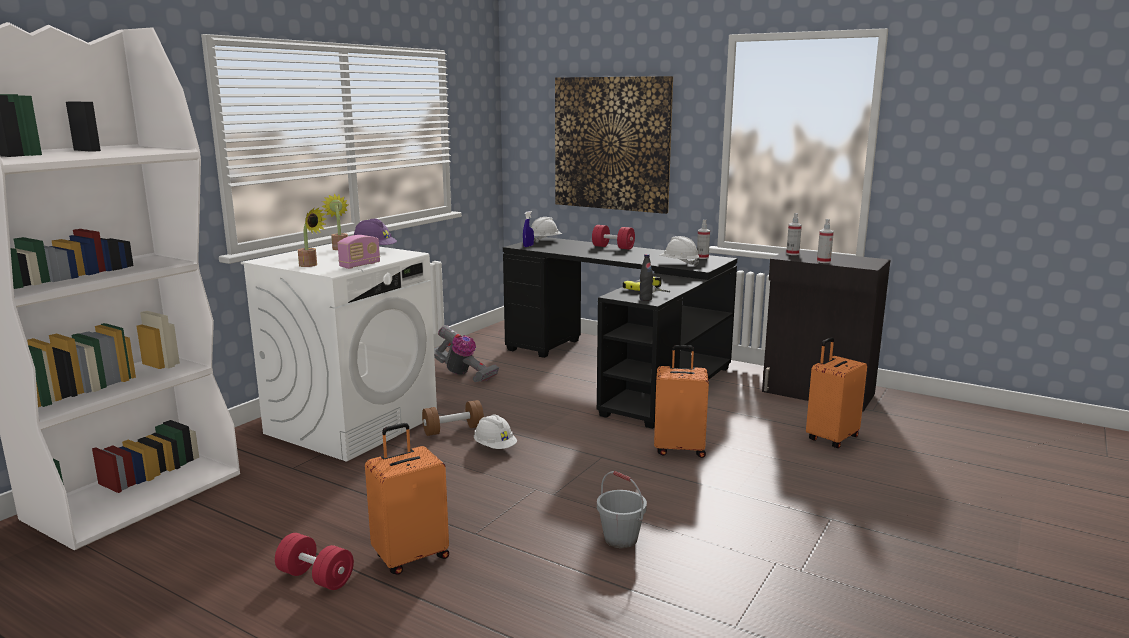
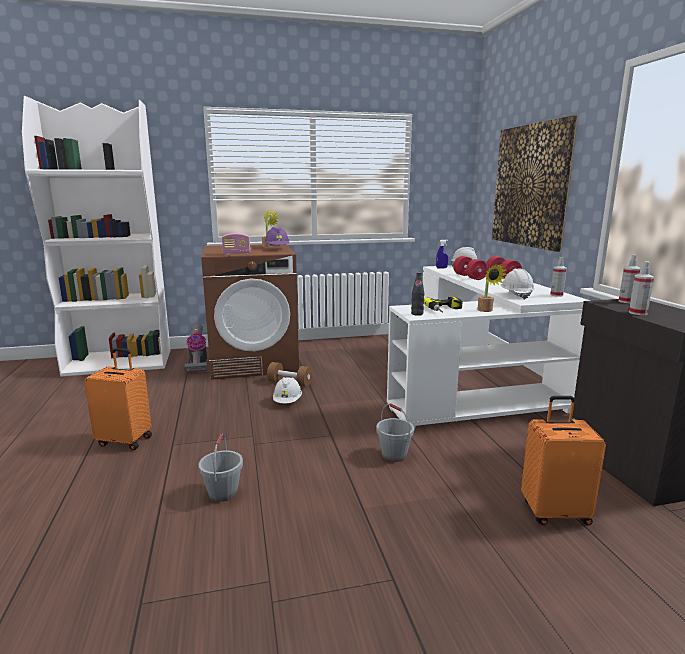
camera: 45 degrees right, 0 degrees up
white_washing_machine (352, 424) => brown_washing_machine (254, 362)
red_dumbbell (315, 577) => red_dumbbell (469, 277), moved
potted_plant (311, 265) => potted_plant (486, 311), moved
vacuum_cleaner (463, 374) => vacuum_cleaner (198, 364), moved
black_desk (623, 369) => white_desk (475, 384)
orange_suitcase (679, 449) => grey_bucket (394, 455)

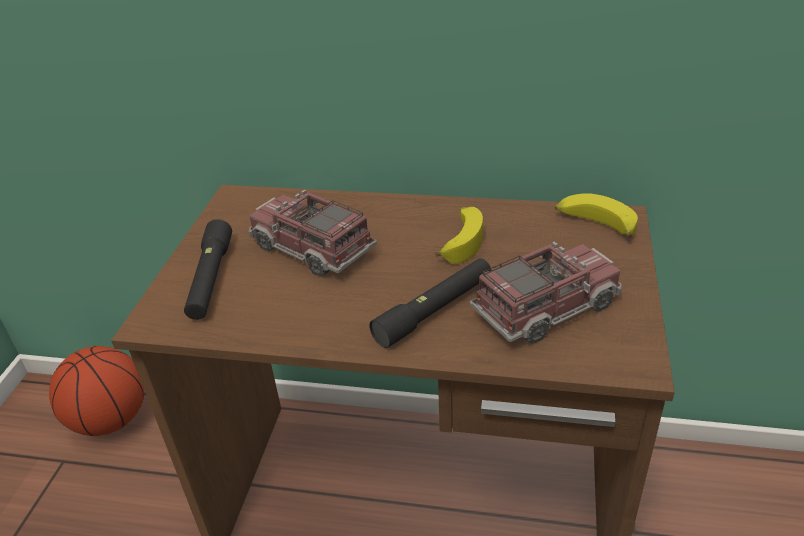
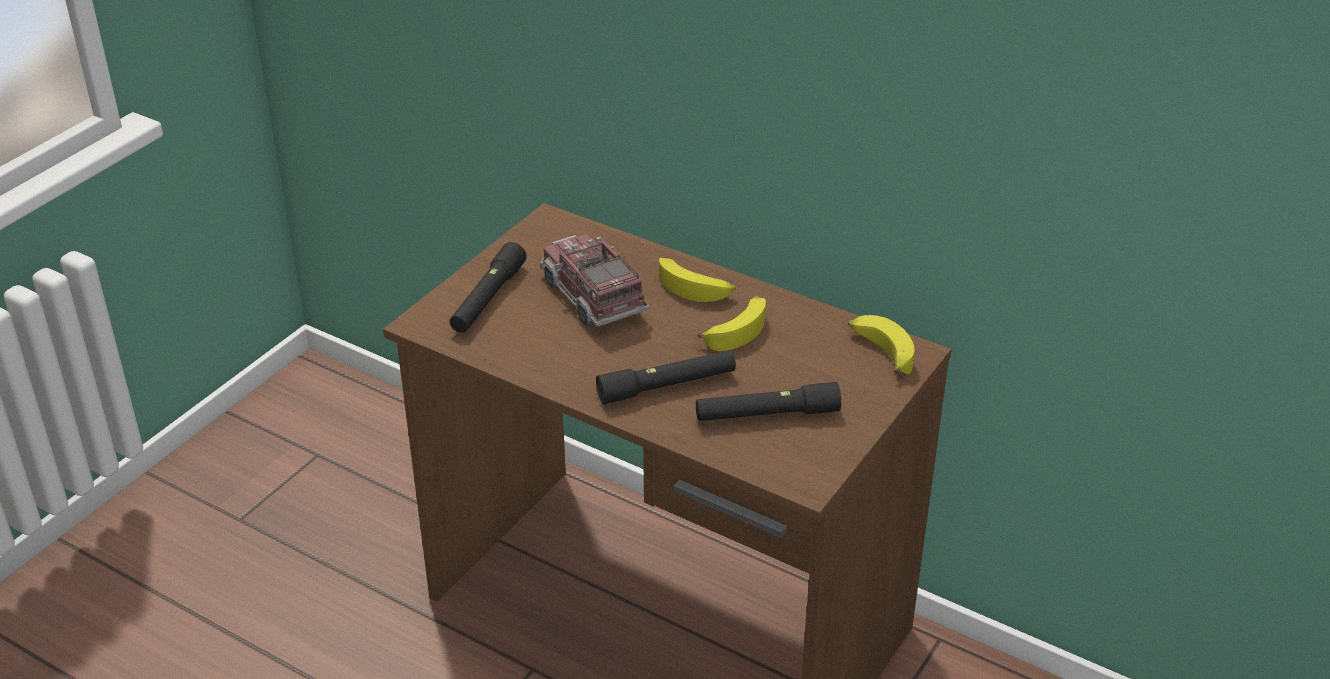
camera: 20 degrees right, 0 degrees up
basketball (110, 420) => nothing
toy_truck (546, 308) => black_flashlight (767, 414)
nothing => banana (695, 288)

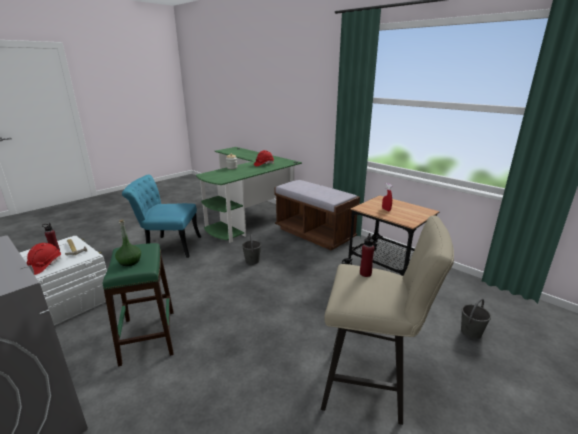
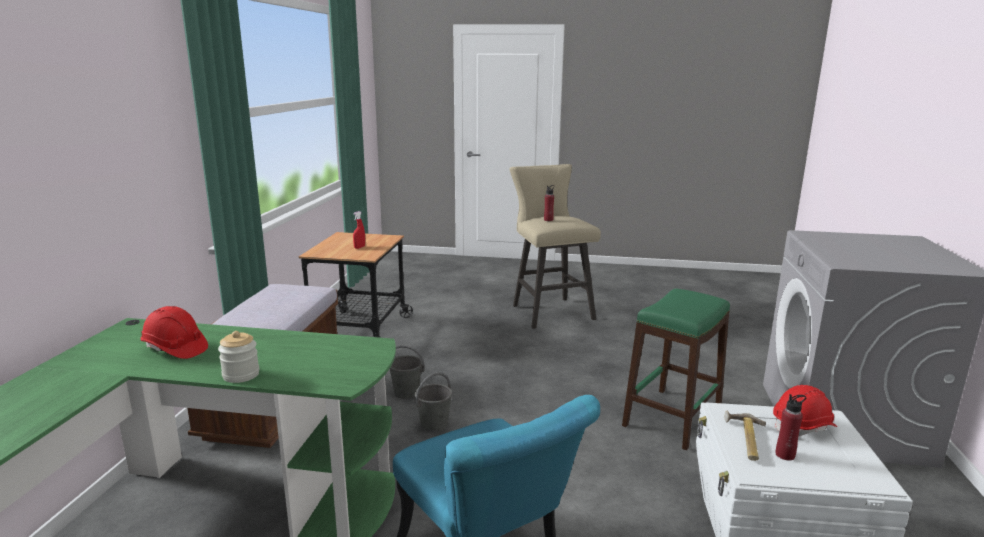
camera: 125 degrees left, 5 degrees down
green_bottle (129, 261) => nothing
grey_bucket (470, 333) => grey_bucket (407, 392), moved

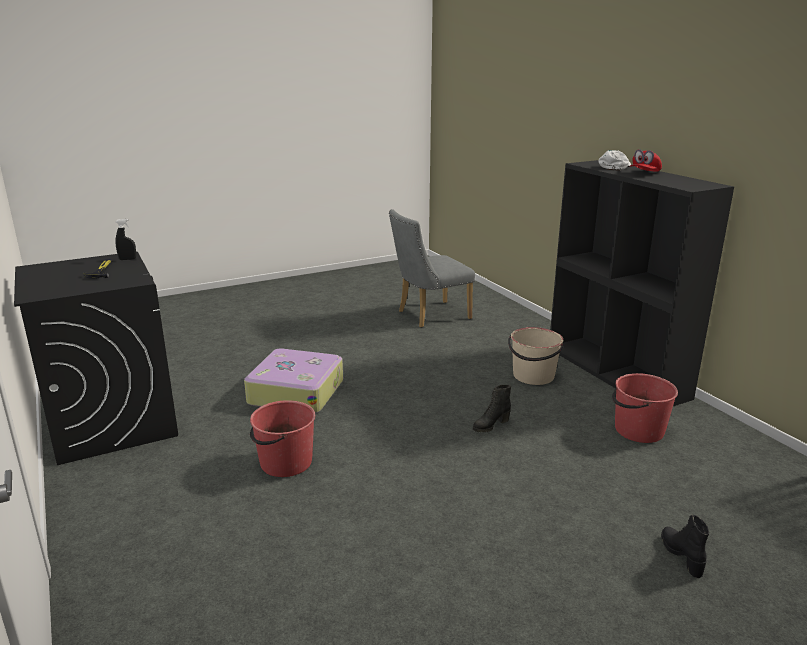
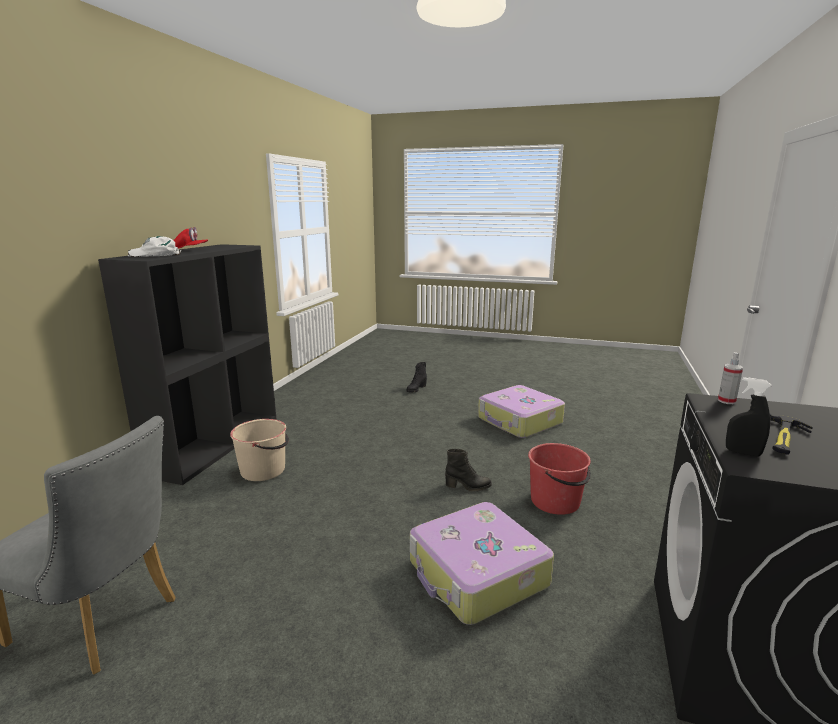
camera: 135 degrees left, 5 degrees down
black_boot (490, 425) => black_boot (468, 486), moved
red_bucket (638, 430) => nothing
nothing => suitcase (519, 421)
nothing => spray_bottle (726, 401)

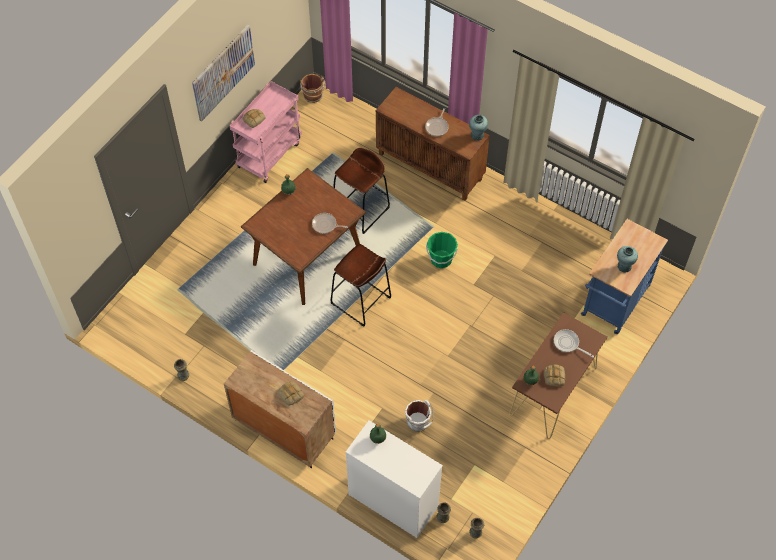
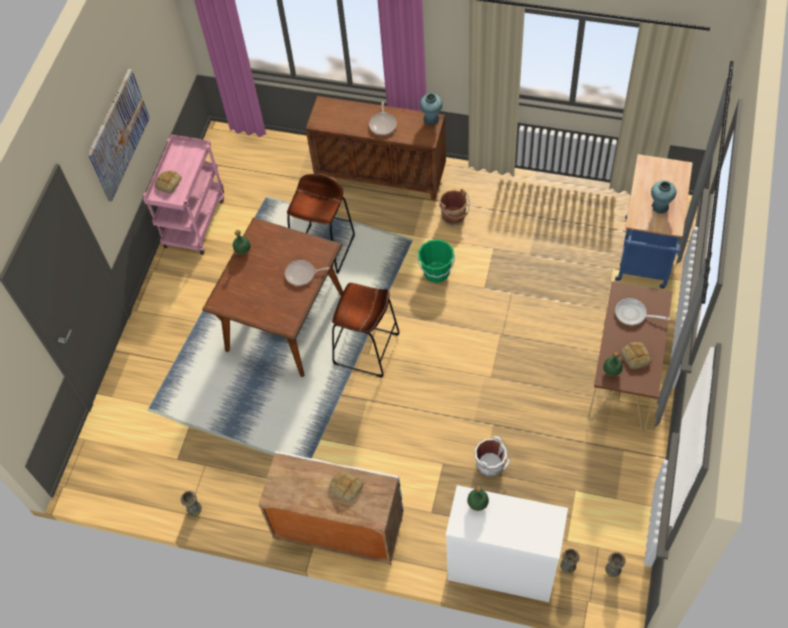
camera: 15 degrees left, 0 degrees up
brown_bucket (313, 96) => brown_bucket (454, 217), moved

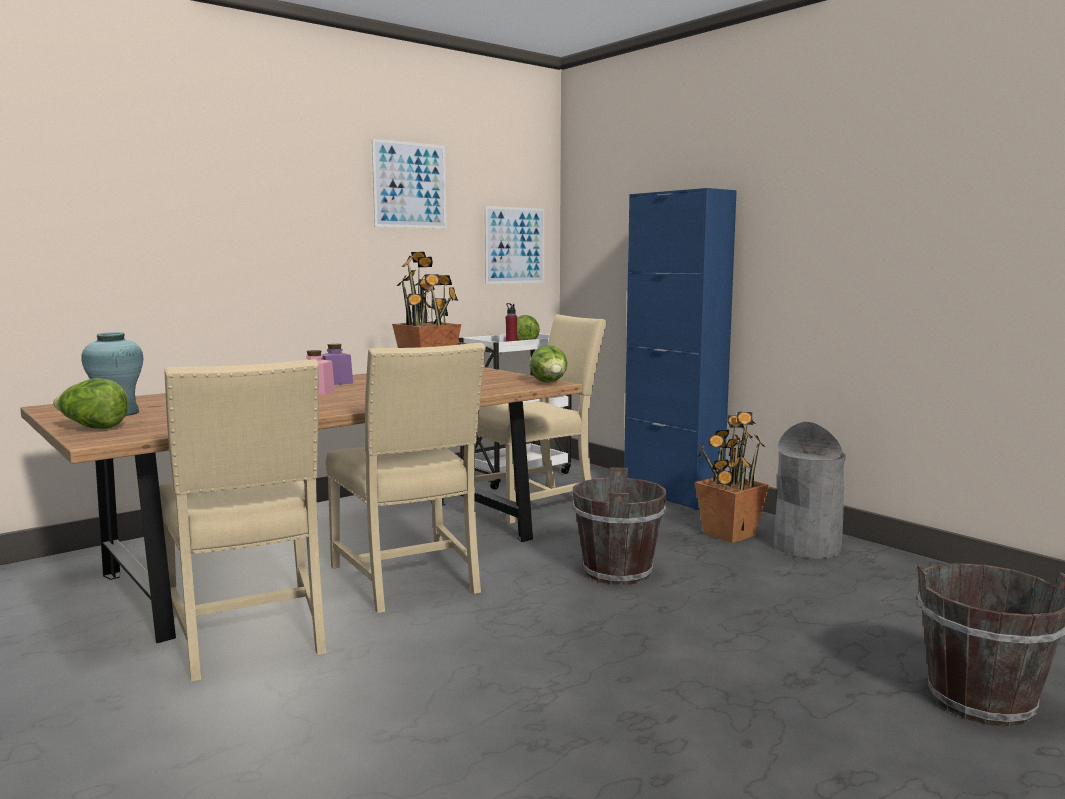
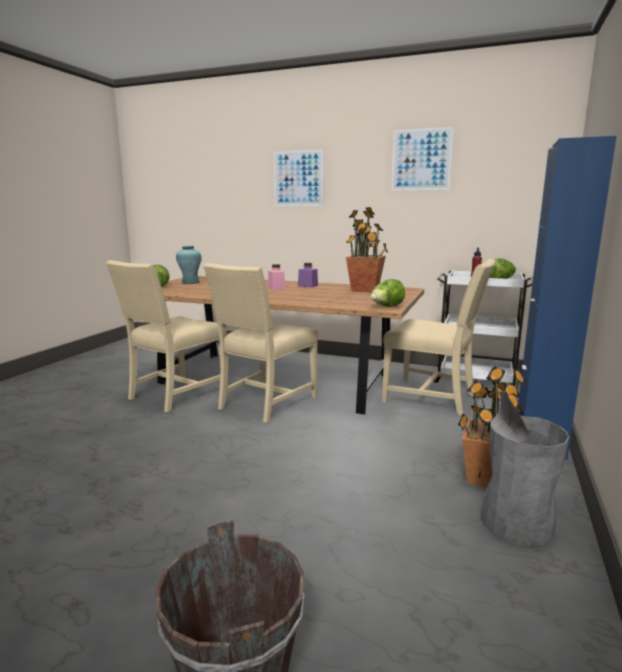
camera: 60 degrees right, 5 degrees up
picture (515, 245) => picture (298, 178), moved
brown_bucket (618, 572) => nothing

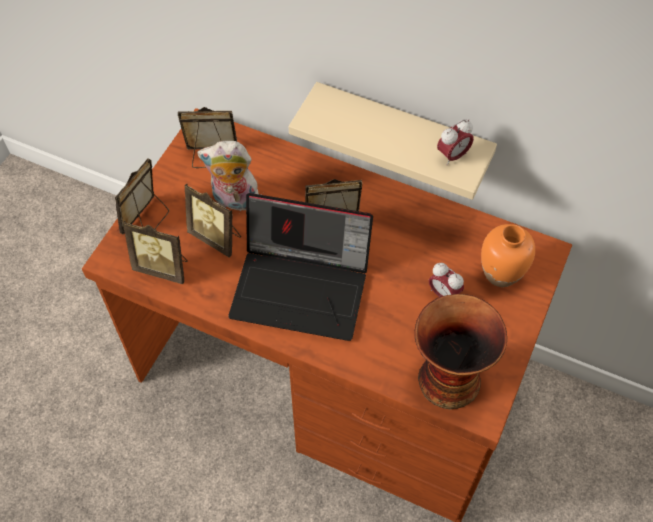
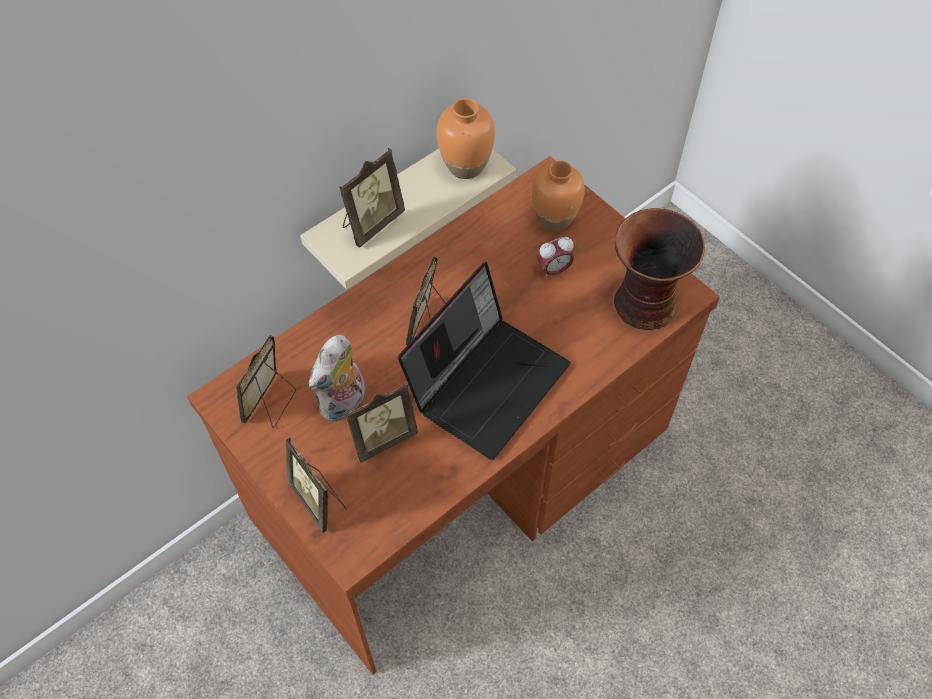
camera: 65 degrees left, 0 degrees up
picture_frame (163, 267) => picture_frame (371, 223), moved
alarm_clock (452, 156) => orange_vase (465, 166)

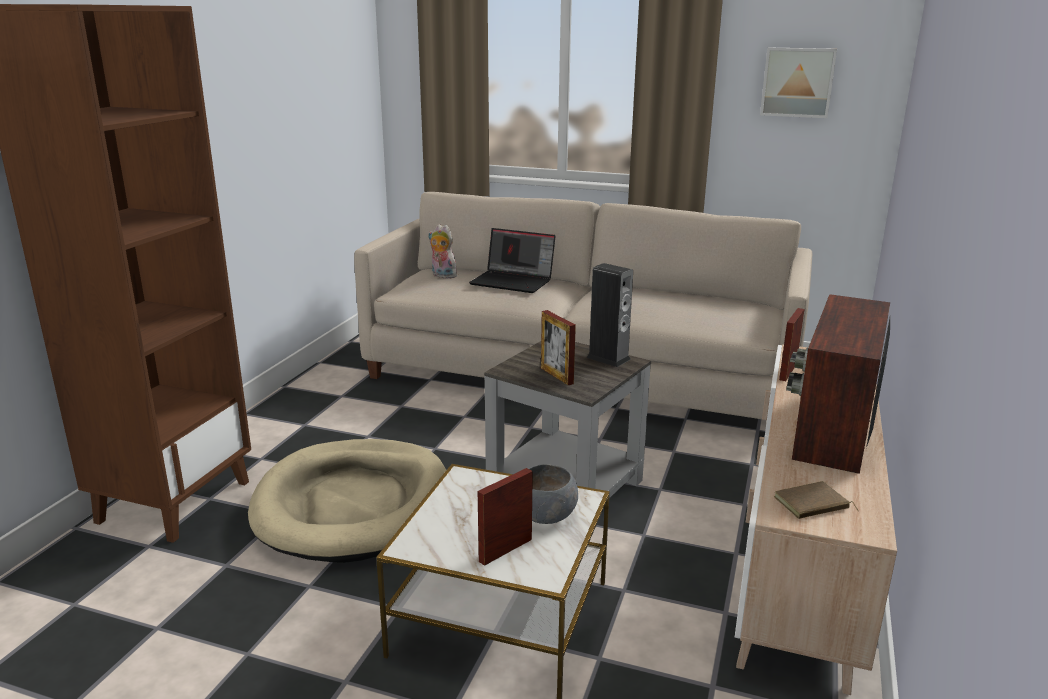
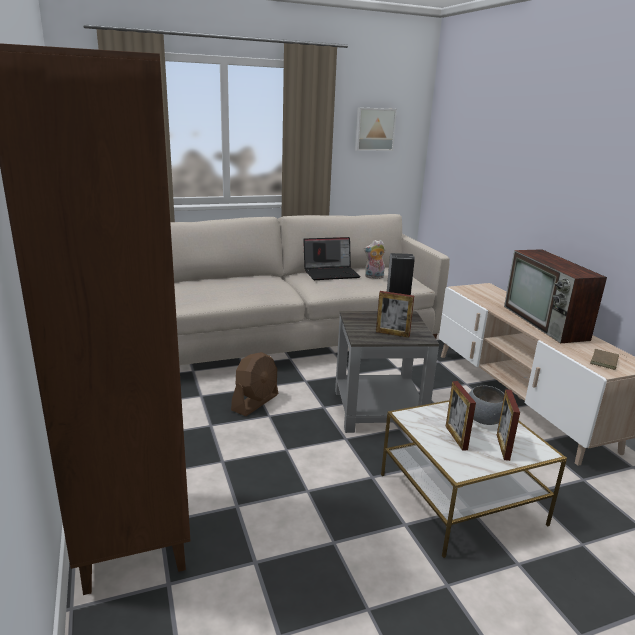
camera: 40 degrees left, 0 degrees up
beige_dog_bed (354, 505) => nothing
plush_toy (442, 276) => plush_toy (374, 277), moved
laptop (513, 281) => laptop (331, 273), moved
picture_frame (788, 372) => picture_frame (456, 437), moved
nothing => brown_fan (255, 402)

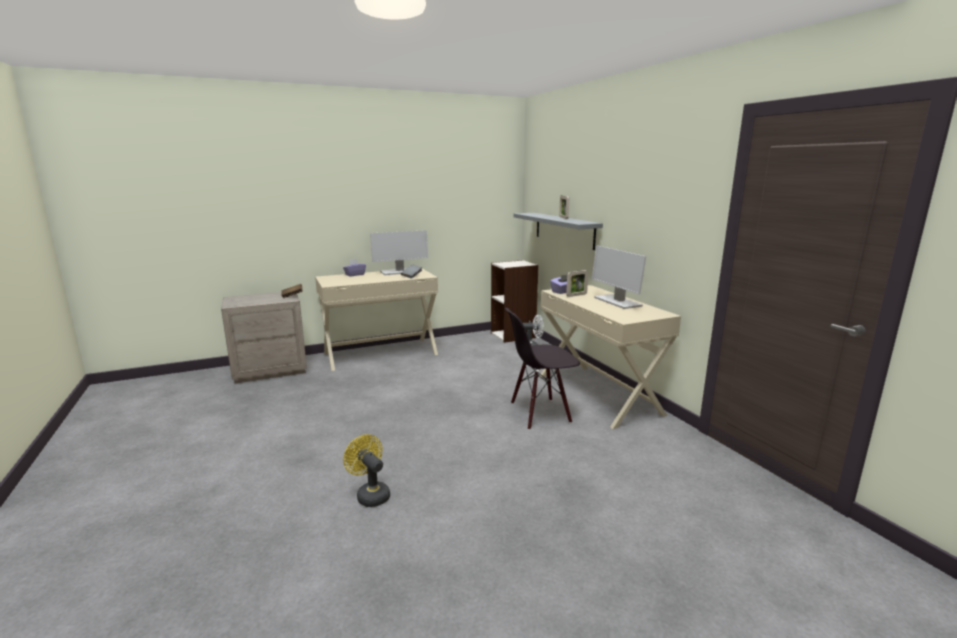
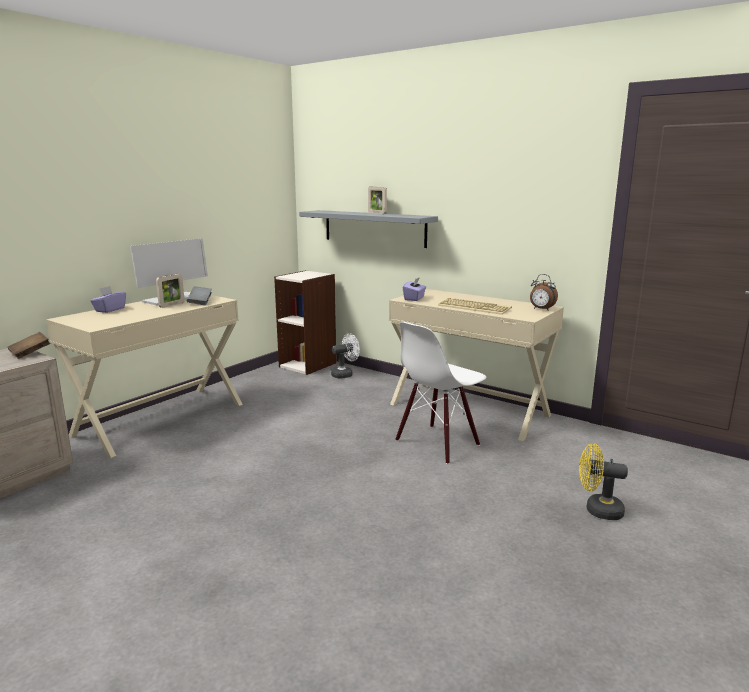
camera: 30 degrees left, 0 degrees up
yellow_fan (370, 494) => yellow_fan (597, 510), moved
black_chair (539, 413) => white_chair (437, 443)
picture_frame (576, 295) => picture_frame (172, 305), moved
monitor (617, 302) => nothing
nothing => keyboard (475, 307)
nothing => alarm_clock (541, 309)

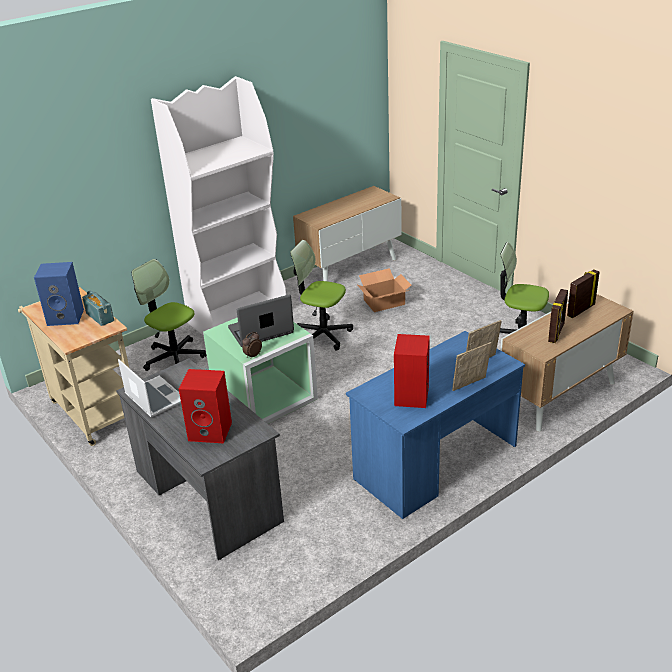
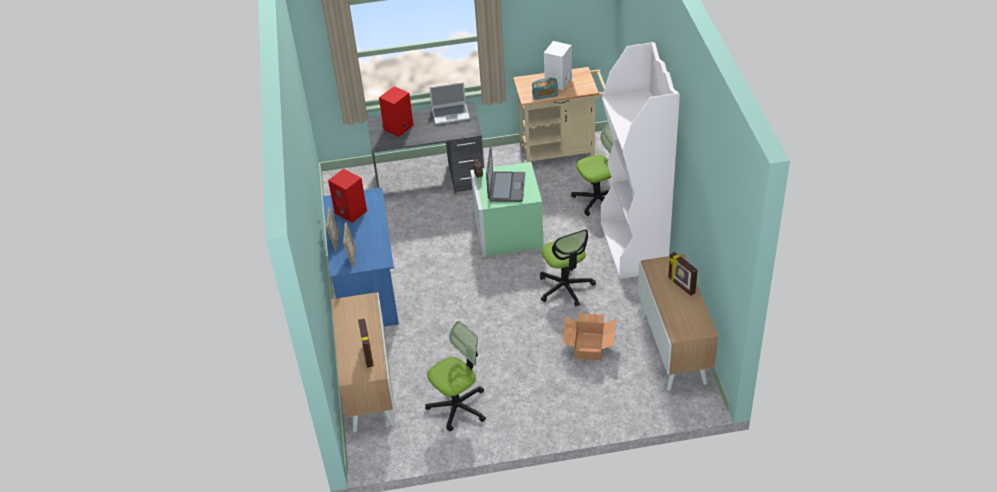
camera: 120 degrees right, 10 degrees up
blue_speaker (66, 317) => white_speaker (558, 82)
office_chair (322, 335) => office_chair (565, 287), 105 degrees clockwise
picture_frame (556, 333) => picture_frame (681, 286), moved

